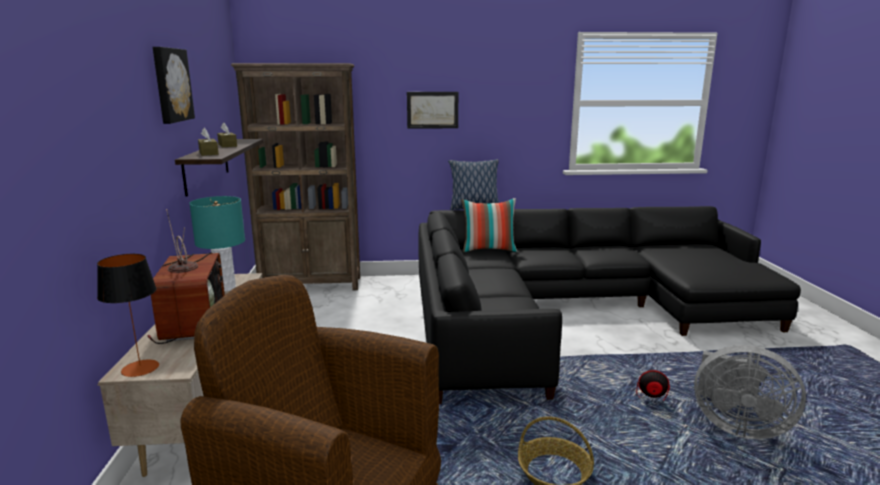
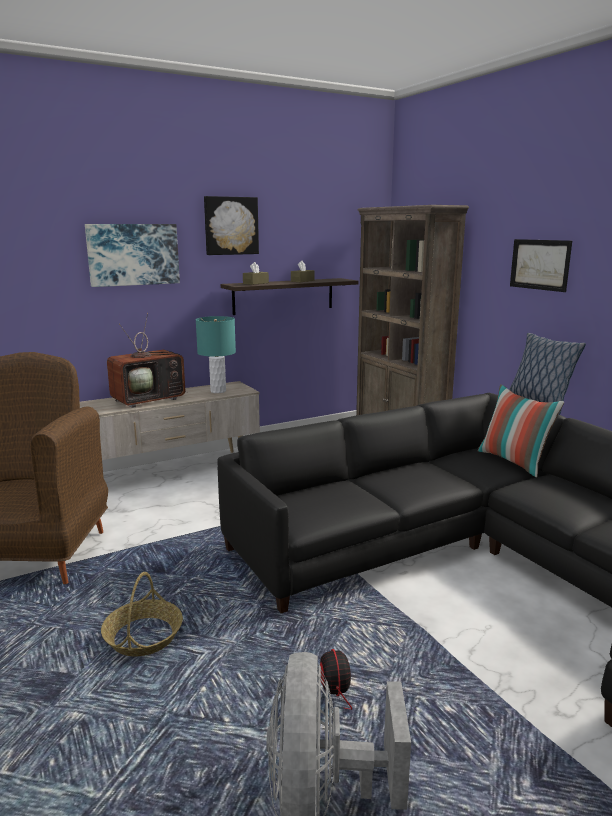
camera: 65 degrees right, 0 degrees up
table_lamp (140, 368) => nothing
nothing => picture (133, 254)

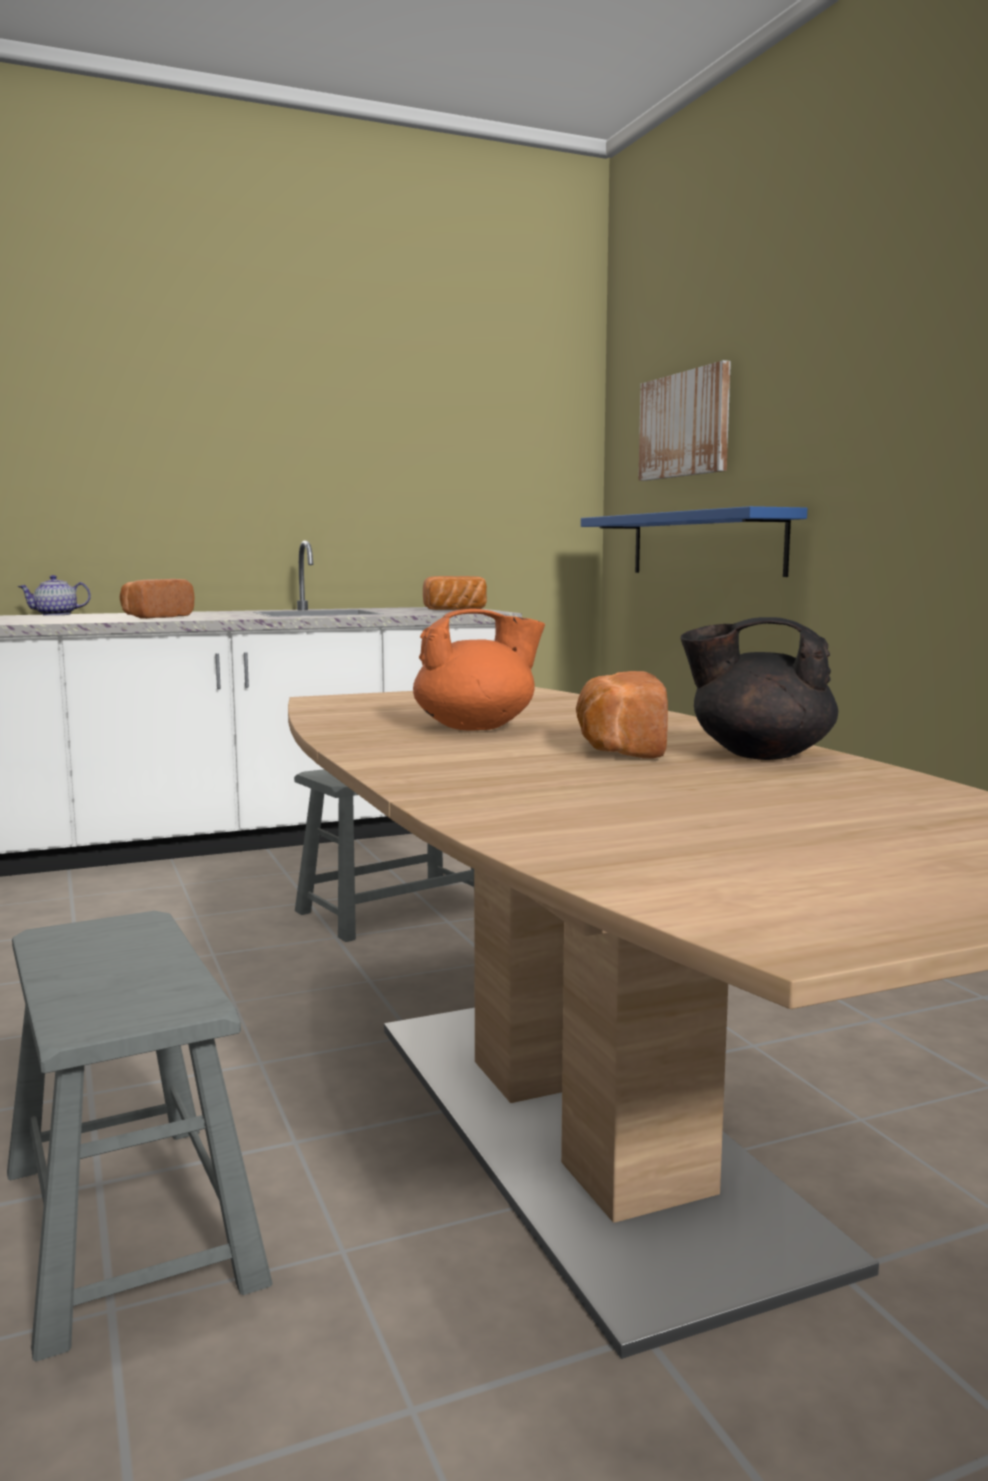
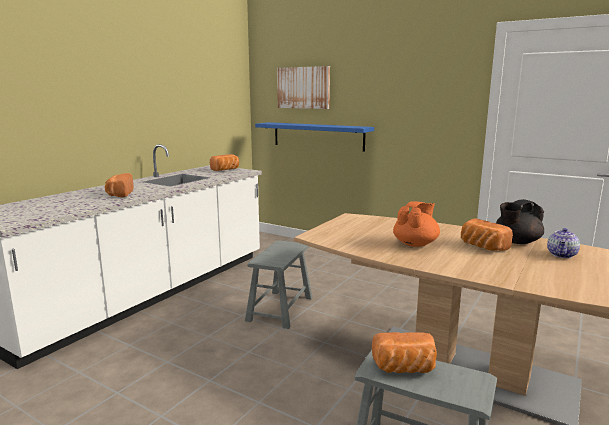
camera: 35 degrees left, 5 degrees up
teapot (55, 614) => teapot (562, 255), moved
nothing => bread (404, 369)

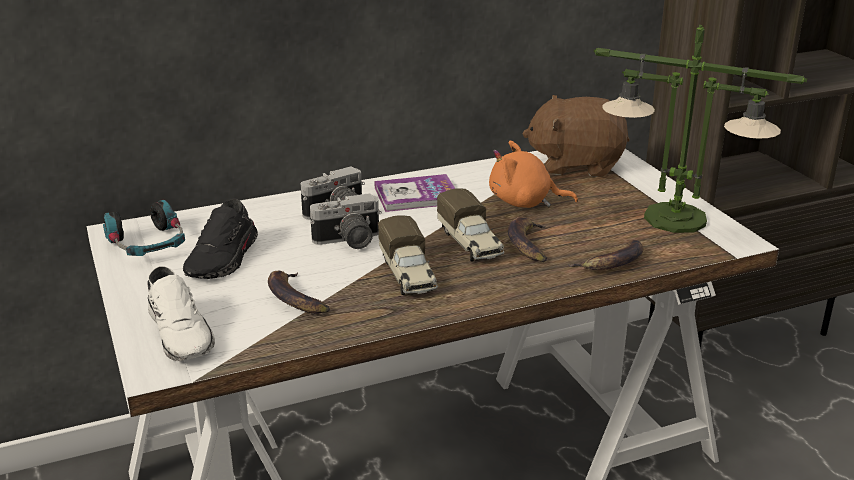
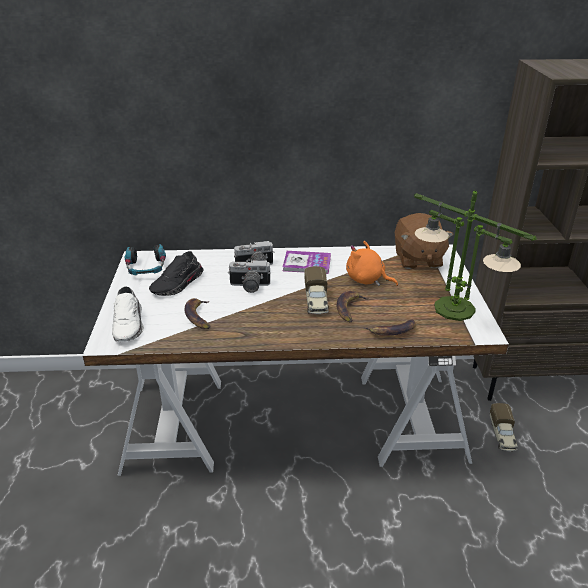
camera: 20 degrees right, 5 degrees up
toy_truck (408, 275) => toy_truck (502, 435), moved
brown_plush_toy (576, 164) => brown_plush_toy (417, 259), 120 degrees counterclockwise

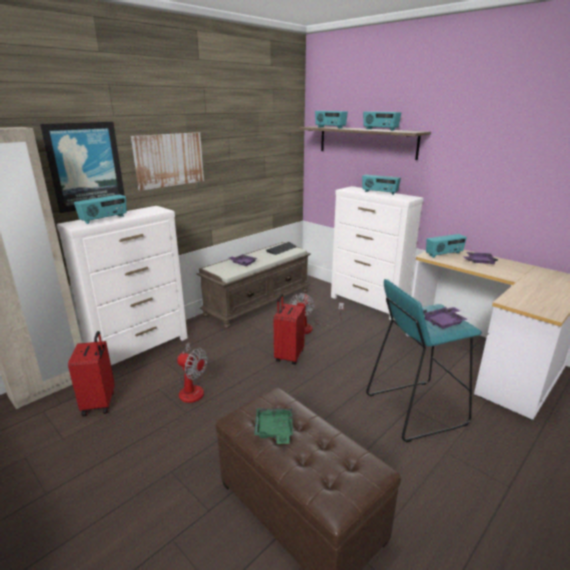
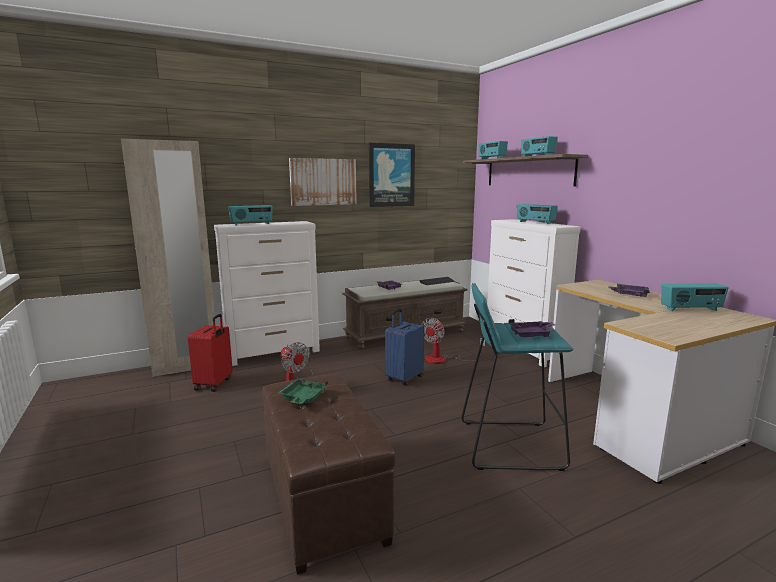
camera: 20 degrees right, 10 degrees down
picture (85, 166) => picture (391, 175), moved
red_suitcase (288, 356) => blue_suitcase (404, 378)
radio (444, 254) => radio (691, 309), moved

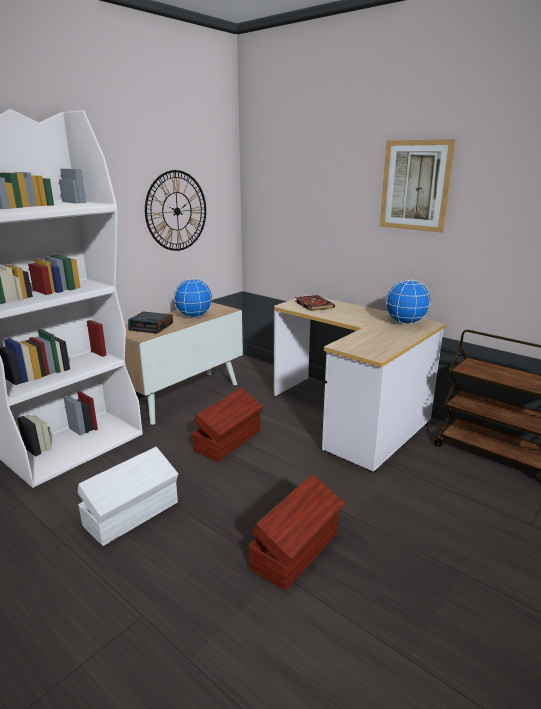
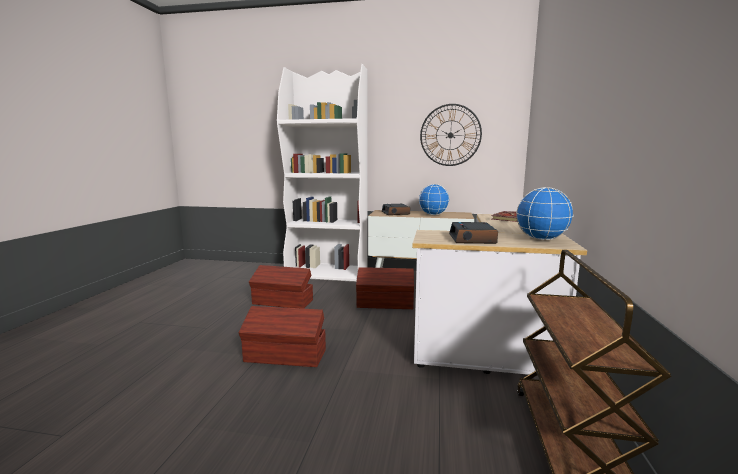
camera: 60 degrees right, 10 degrees down
white_storage_box (133, 514) => brown_storage_box (283, 302)
picture (415, 186) => nothing
nothing => alarm_clock (472, 239)

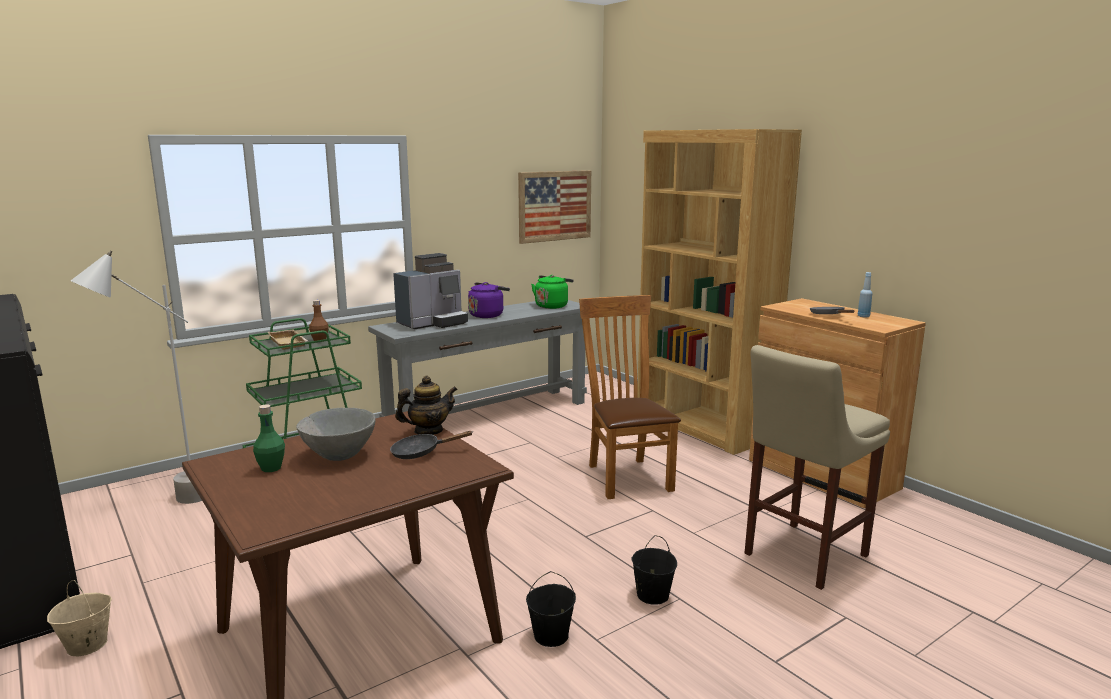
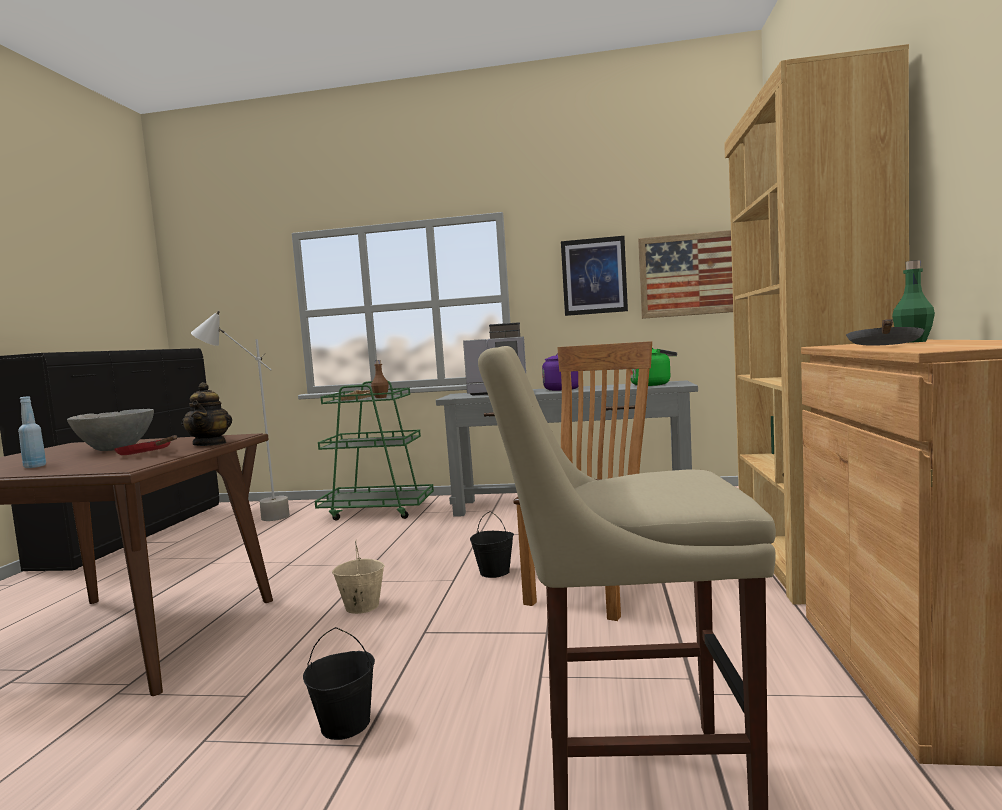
camera: 45 degrees right, 10 degrees down
beige_bucket (86, 645) => beige_bucket (361, 607), moved
green_bottle (271, 468) => green_bottle (913, 342), moved
black_frying_pan (420, 453) => red_frying_pan (148, 454)
teapot (428, 431) => teapot (210, 444), 60 degrees clockwise
black_bucket (551, 635) => black_bucket (495, 572), moved
blue_bottle (863, 316) => blue_bottle (35, 466), moved
nothing => picture (594, 276)

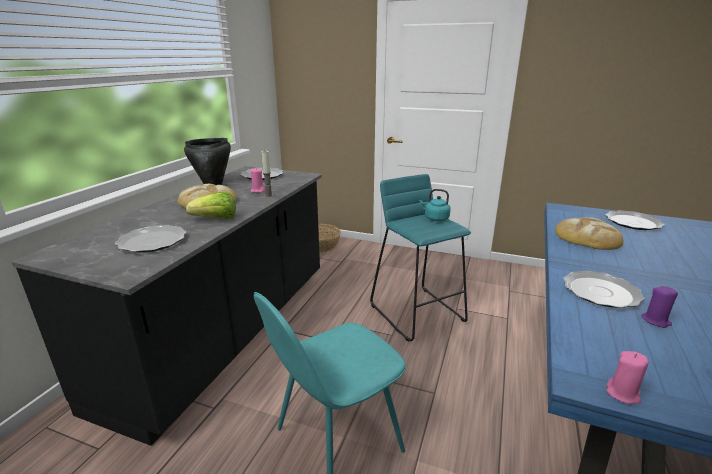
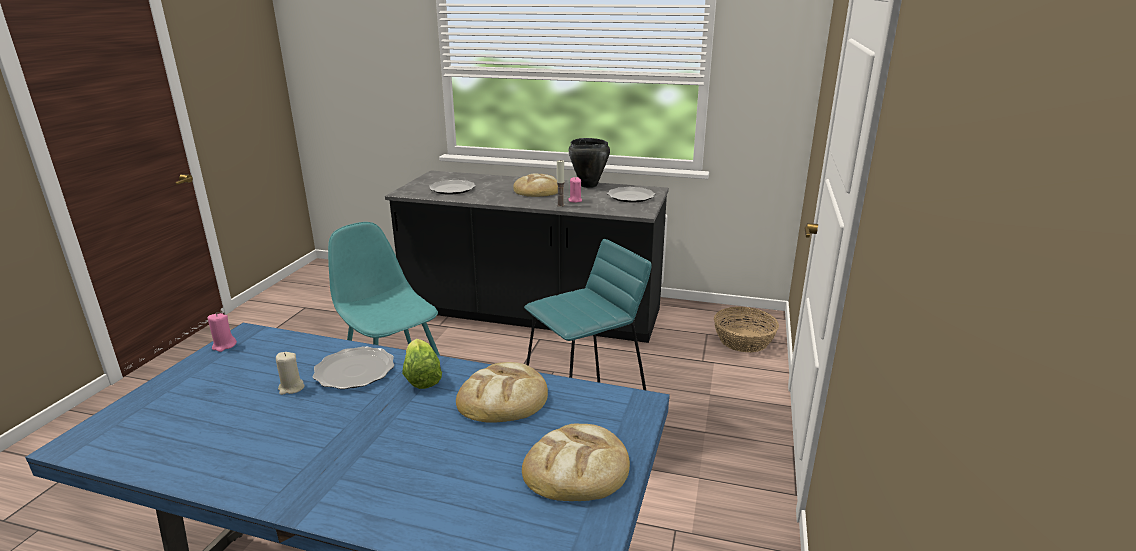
camera: 85 degrees right, 0 degrees up
lettuce (216, 219) => lettuce (422, 377), moved
turquoise_kettle (435, 218) => nothing
plate (633, 222) => bread (577, 468)
purple_candle (656, 321) => beige_candle (291, 388)

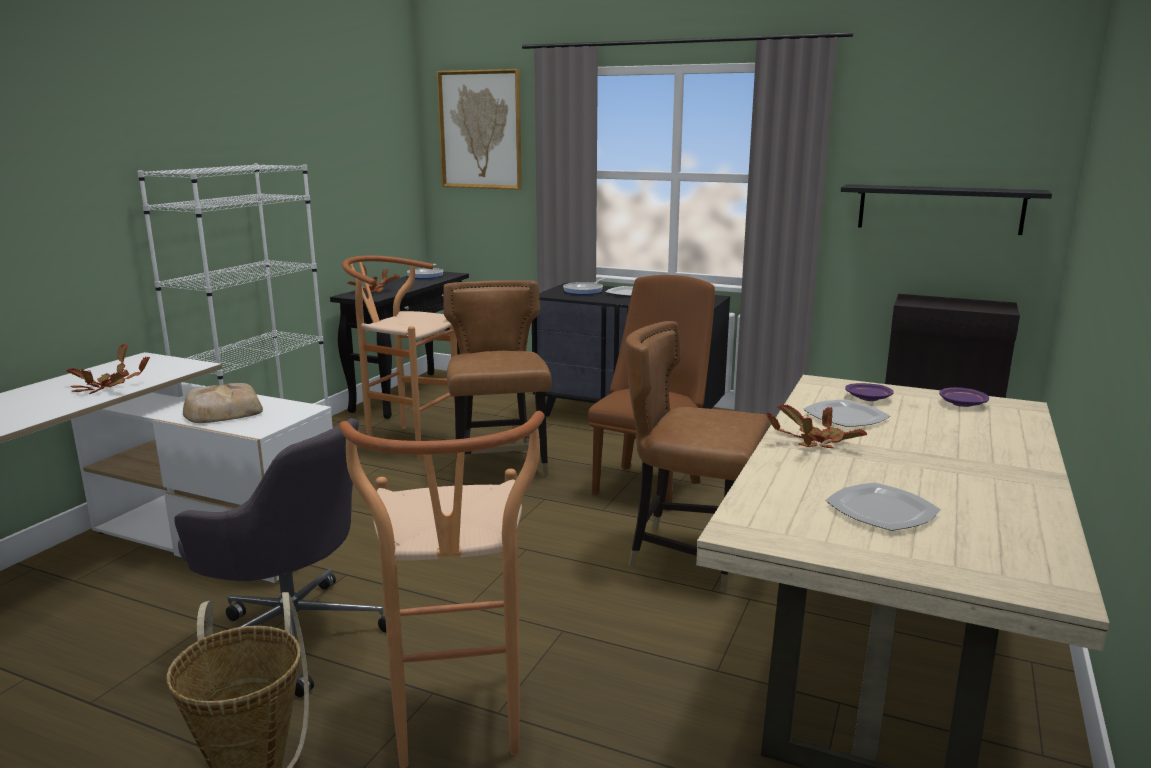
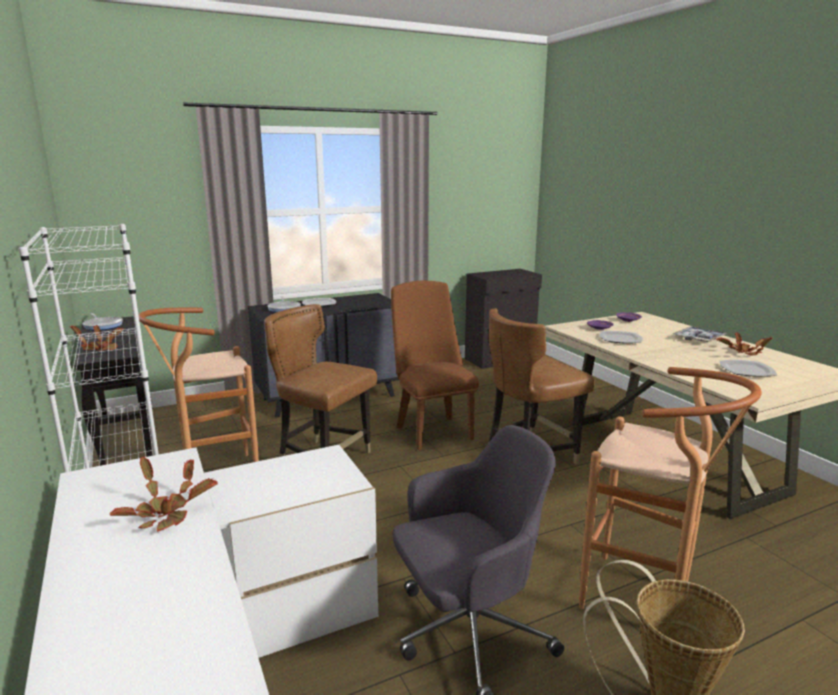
camera: 50 degrees left, 0 degrees up
bread (222, 411) => nothing
picture (480, 130) => nothing
potted_plant (815, 443) => potted_plant (743, 353), moved
black_shelf (940, 209) => nothing
nothing => tray (699, 339)

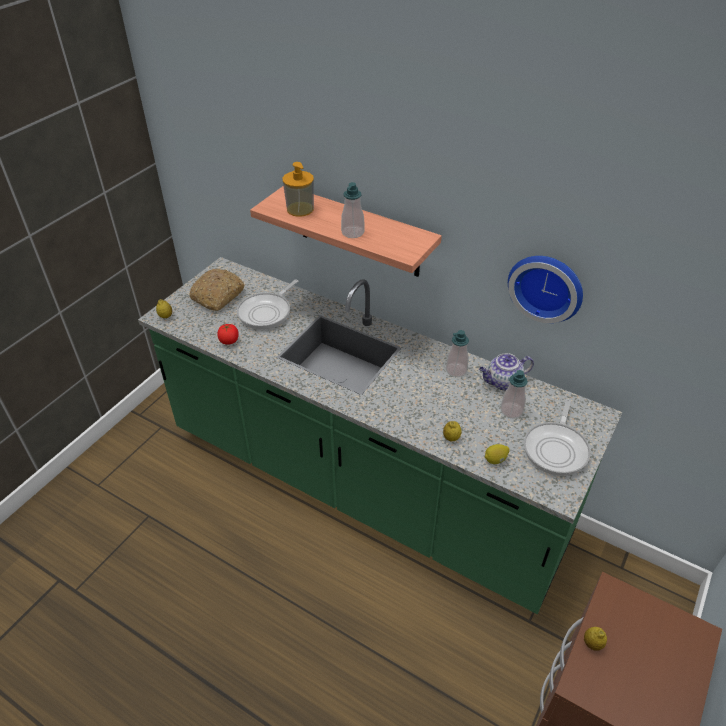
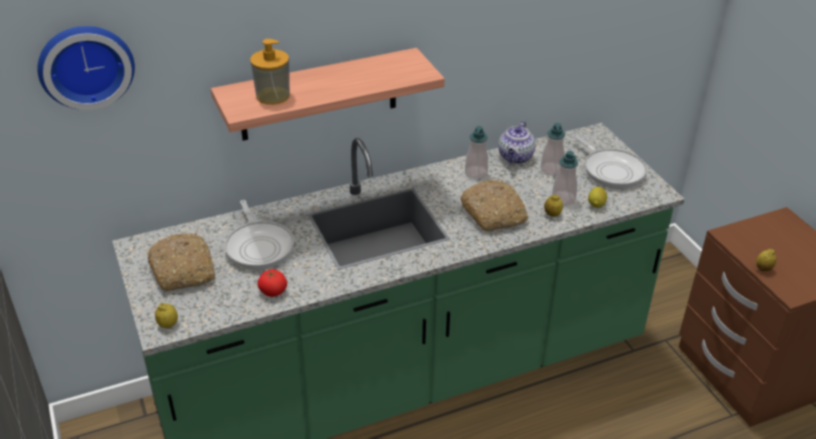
camera: 55 degrees left, 5 degrees down
soap_dispenser (352, 232) => soap_dispenser (563, 199), moved
wall_clock (546, 286) => wall_clock (85, 64), moved
nothing => bread (494, 213)

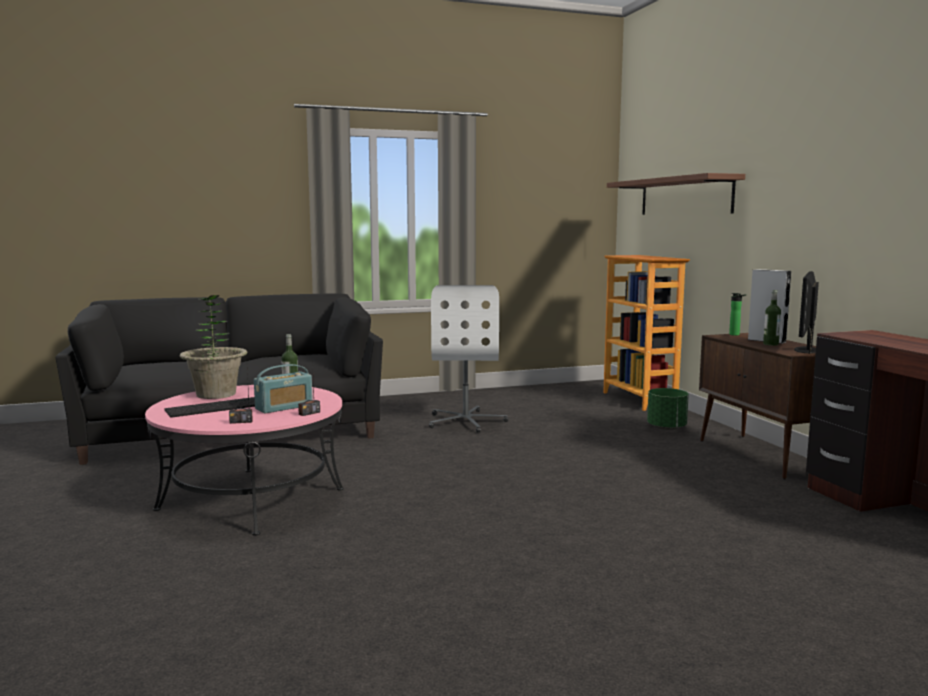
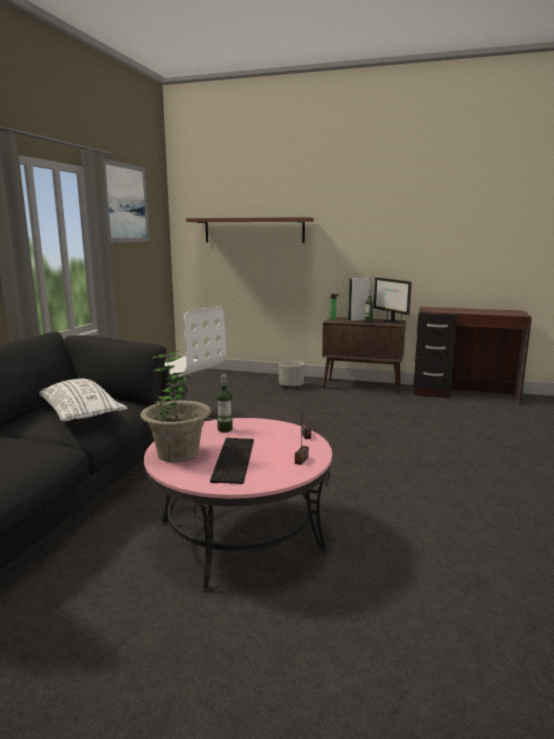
camera: 55 degrees left, 5 degrees up
radio (284, 407) => nothing
bookcase (640, 400) => nothing
green_planter (666, 428) => grey_planter (291, 386)
nothing => white_pillow (80, 413)
nothing => picture (126, 203)

